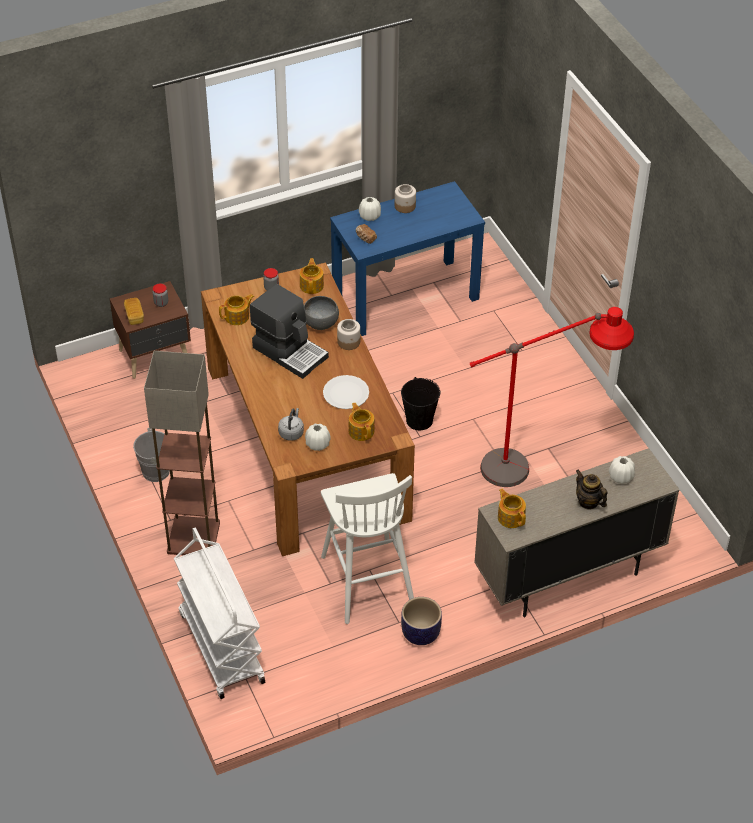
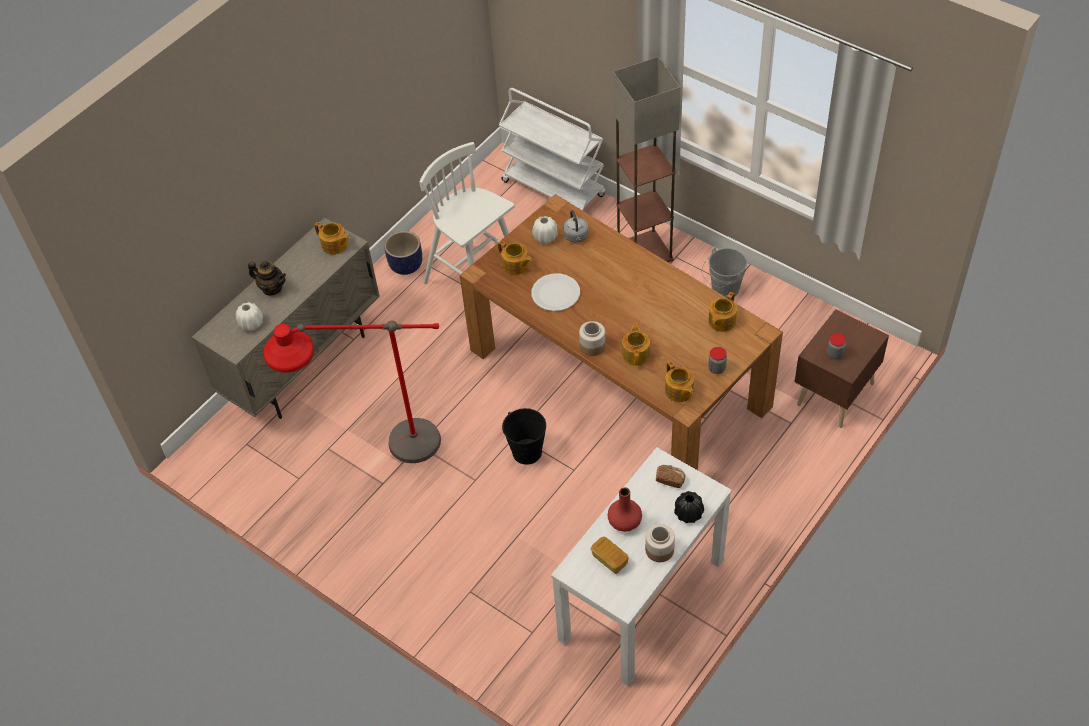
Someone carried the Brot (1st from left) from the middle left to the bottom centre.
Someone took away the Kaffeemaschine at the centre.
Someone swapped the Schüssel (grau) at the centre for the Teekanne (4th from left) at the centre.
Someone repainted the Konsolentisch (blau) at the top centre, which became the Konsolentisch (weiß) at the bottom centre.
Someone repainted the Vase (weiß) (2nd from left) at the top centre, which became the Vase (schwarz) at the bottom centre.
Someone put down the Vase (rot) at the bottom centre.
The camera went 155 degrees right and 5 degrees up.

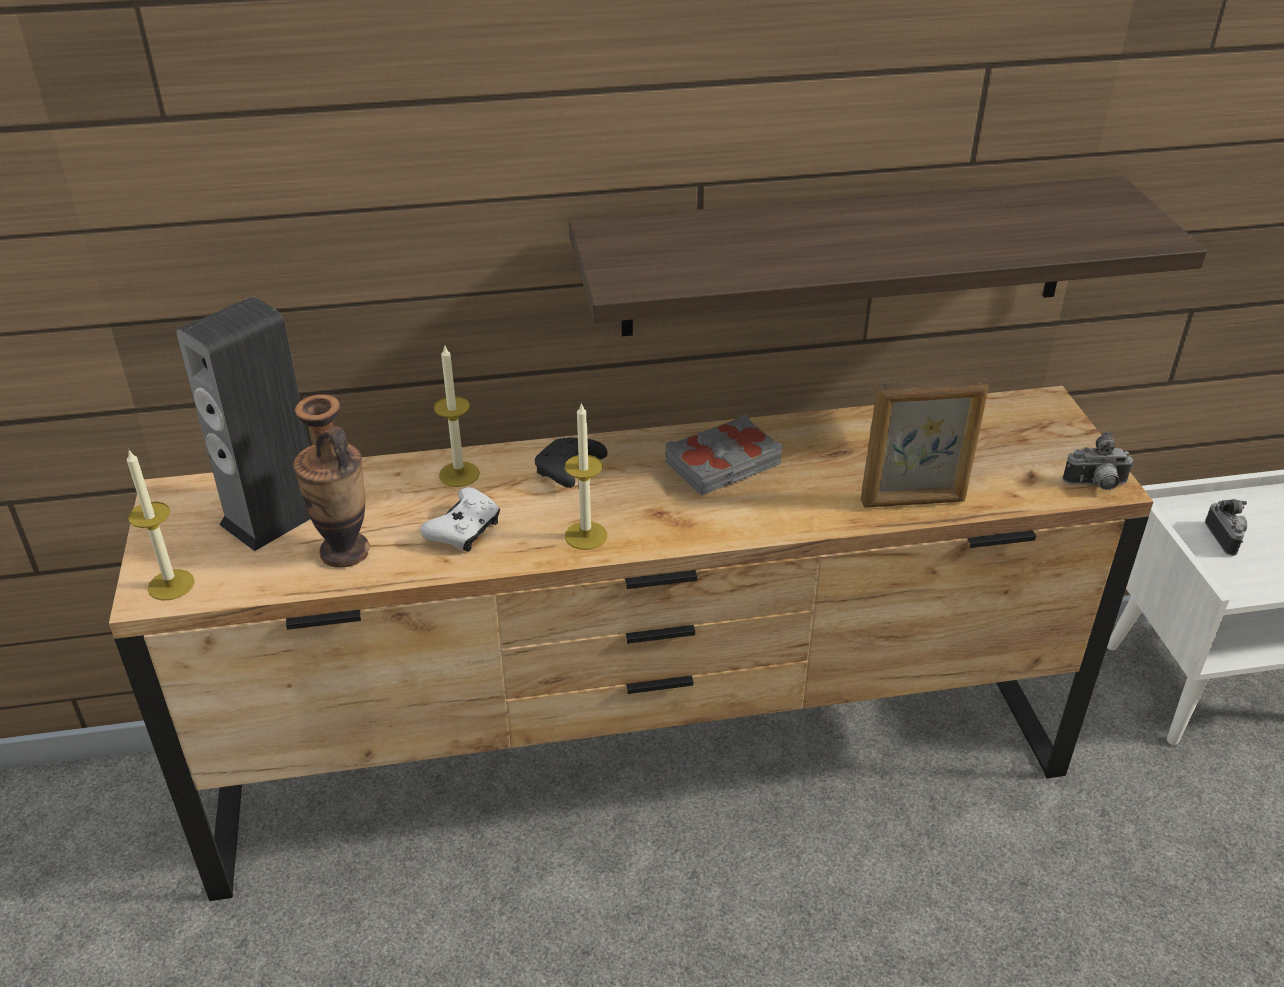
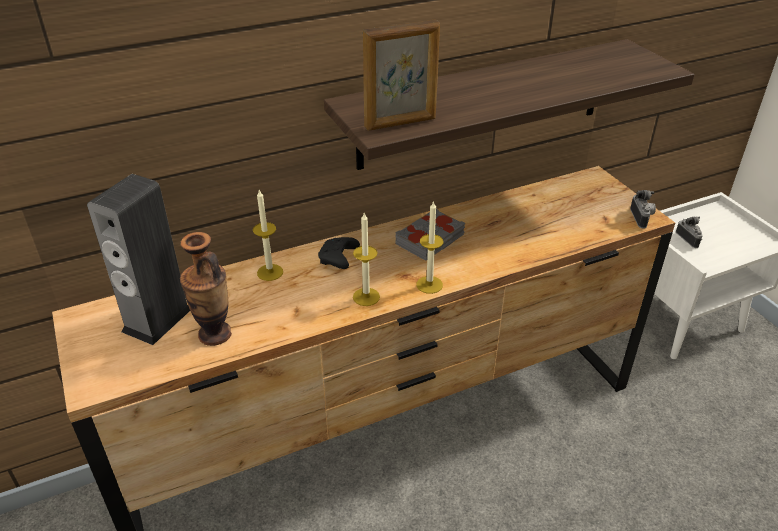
Someone carried the Kerze (1st from left in the first image) from the middle left to the centre.
Someone took away the Gamepad (weiß) at the centre.
Someone carried the Bilderrahmen from the middle right to the top centre.
Someone rotated the Kamera (1st from left) at the middle right by 75 degrees counterclockwise.
The camera went 15 degrees left and 0 degrees up.

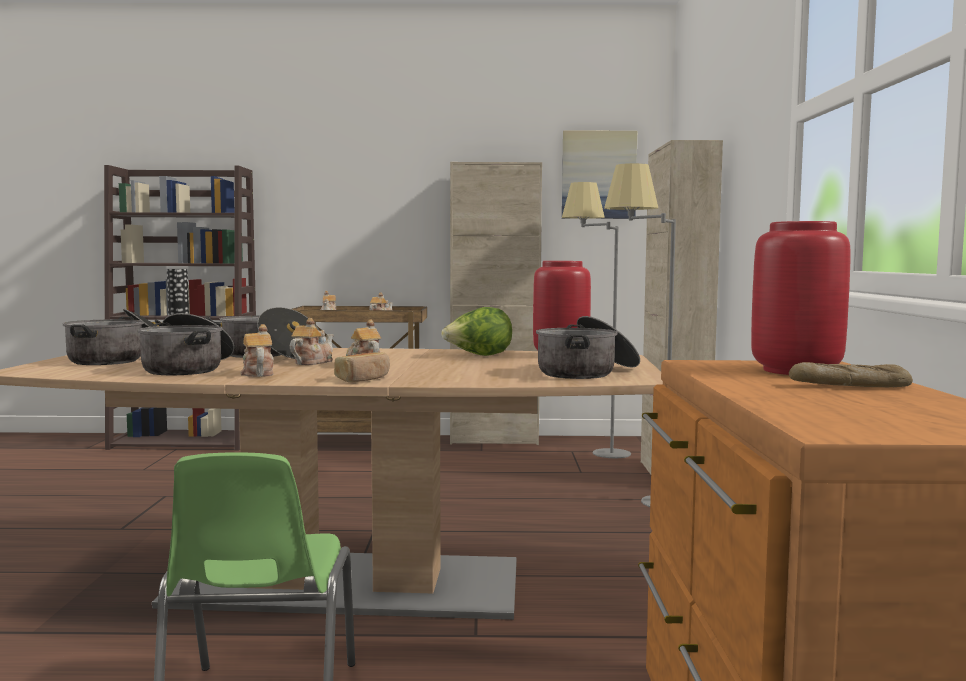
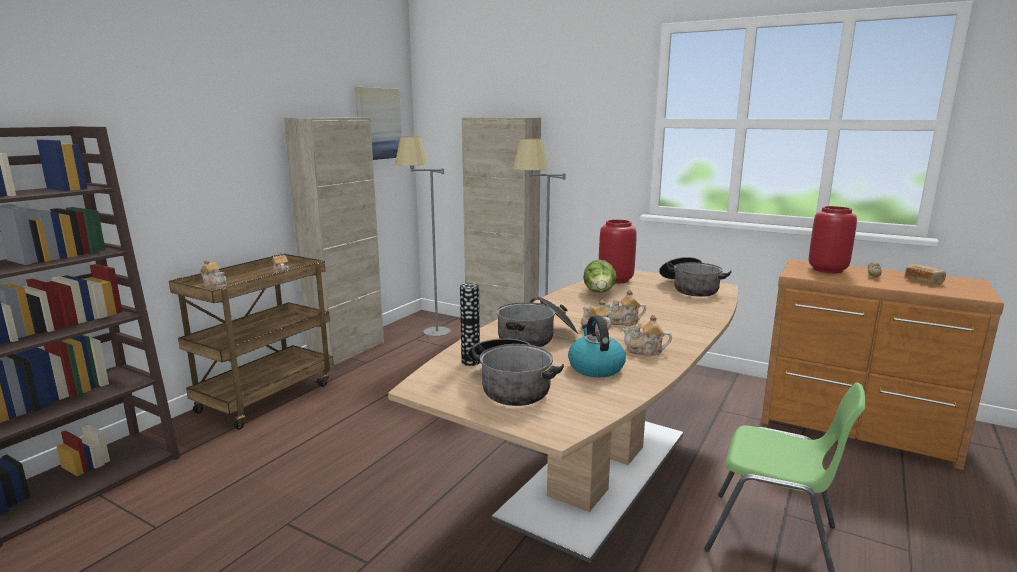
Someone swapped the Kochtopf (2nd from left) at the middle left for the Wasserkessel at the centre.
Someone carried the Brot (1st from left in the first image) from the centre to the middle right.
The camera went 60 degrees left and 10 degrees up.

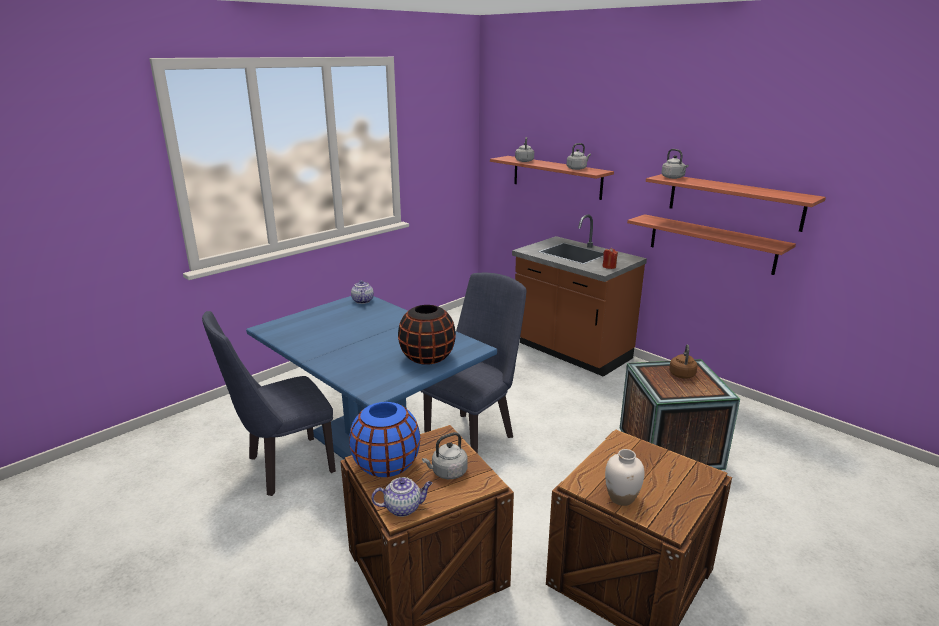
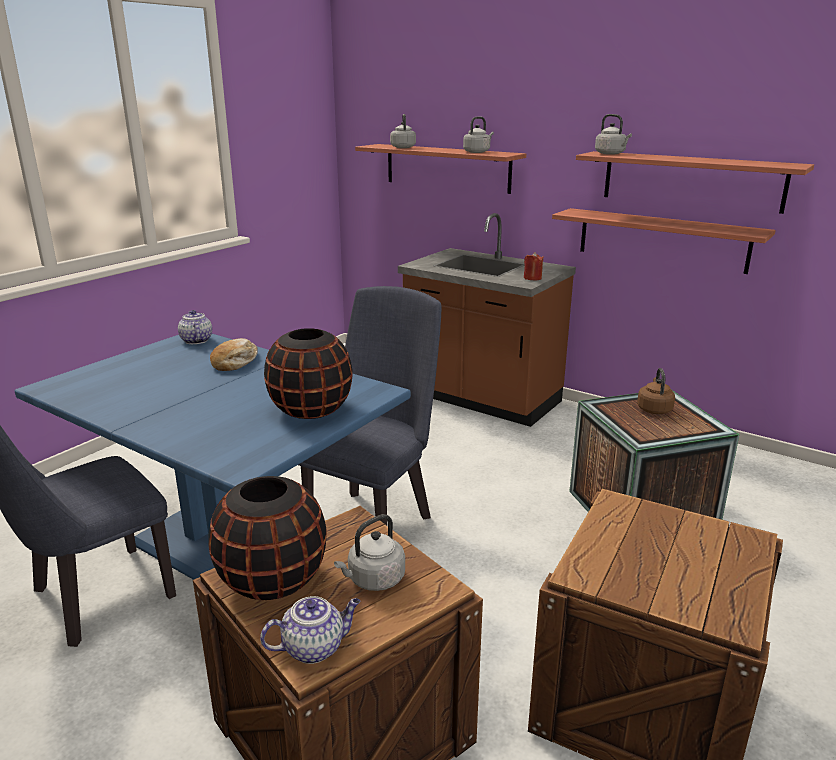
Someone repainted the Vase (blau) at the bottom centre, which became the Vase (schwarz) (1st from left) at the bottom left.
Someone took away the Vase (weiß) at the bottom centre.
Someone put down the Brot at the middle left.
The camera went 10 degrees left and 0 degrees up.

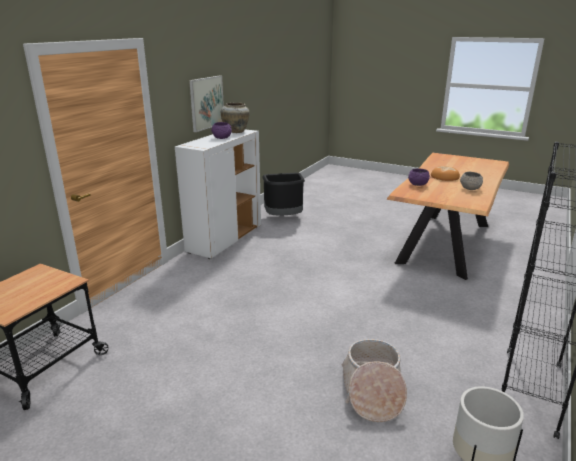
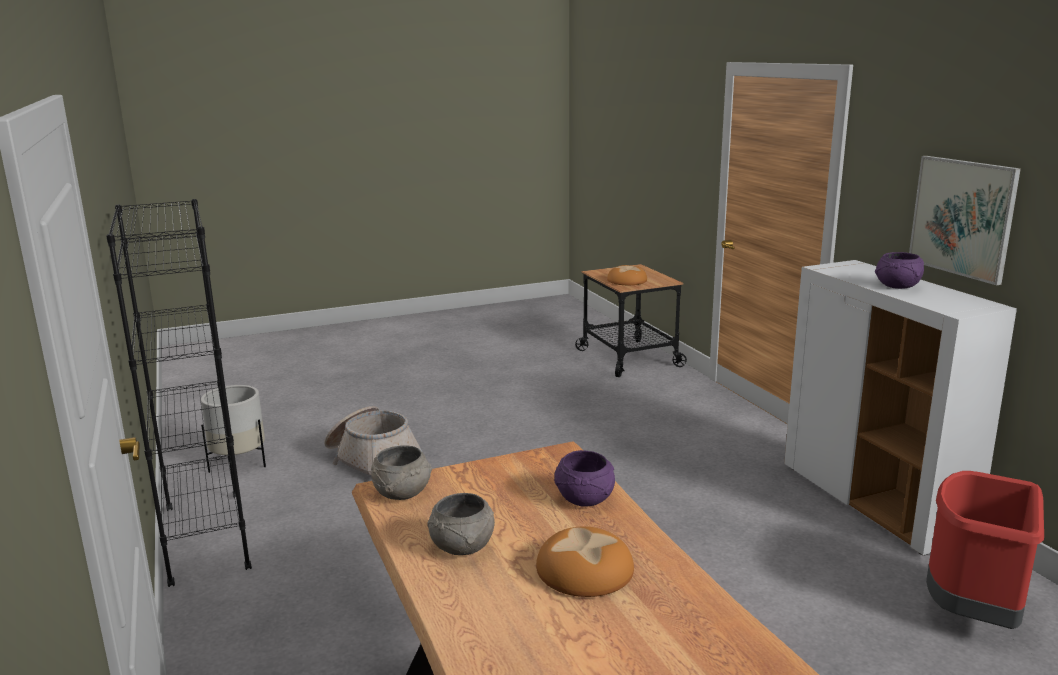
Someone took away the Vase (beige) at the top centre.
Someone repainted the Mülleimer (schwarz) at the centre, which became the Mülleimer (rot) at the bottom right.
Someone put down the Schüssel (grau) (1st from left) at the bottom centre.
Someone put down the Brot (2nd from left) at the centre.
The camera went 130 degrees right and 5 degrees down.

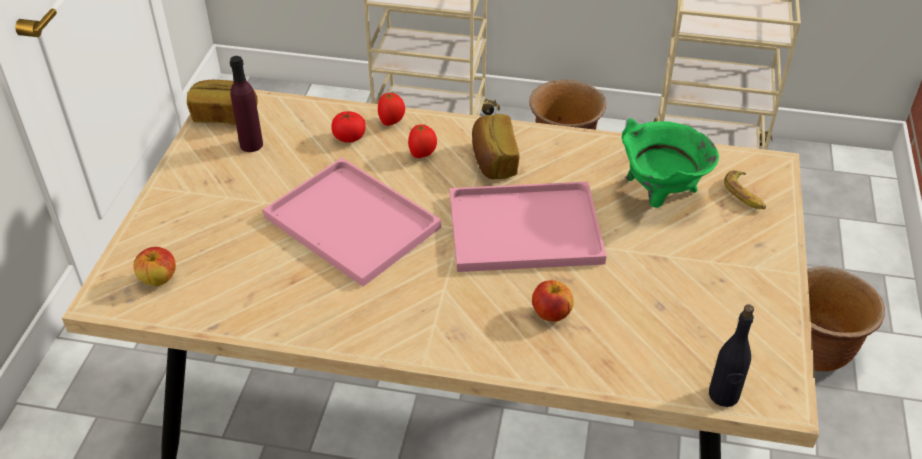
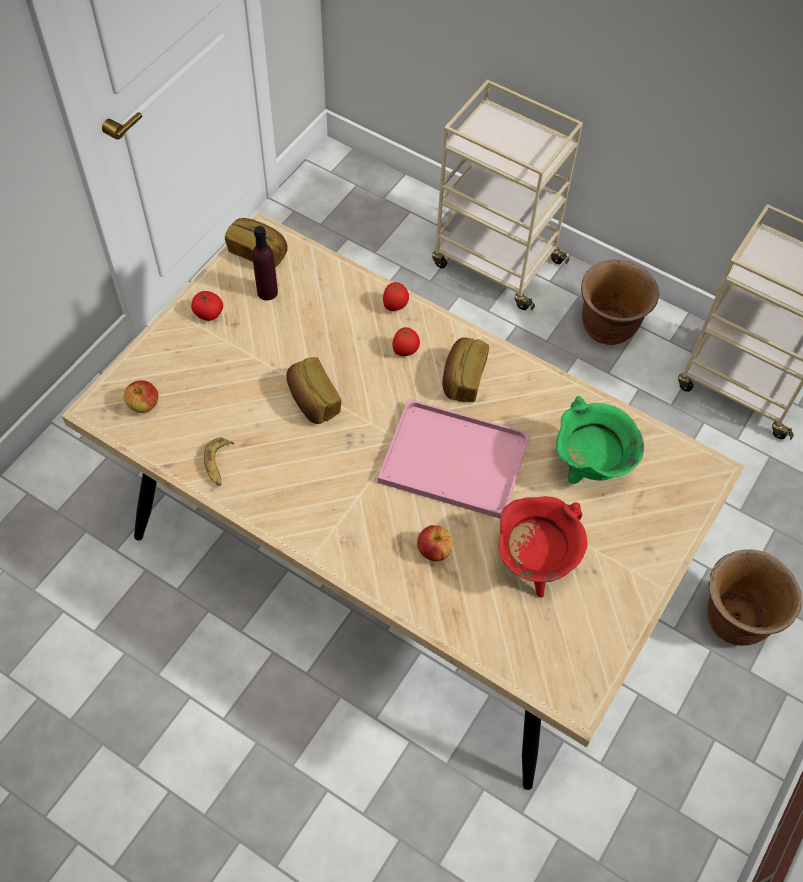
Someone swapped the Tablett (rosa) (1st from left) at the centre for the Brot (2nd from left) at the centre.
Someone carried the Tomate (1st from left) from the top centre to the middle left.
Someone took away the Flasche (schwarz) at the bottom right.
Someone carried the Banane from the middle right to the middle left.
Someone put down the Kochtopf (rot) at the middle right.
The camera went 20 degrees right and 15 degrees up.

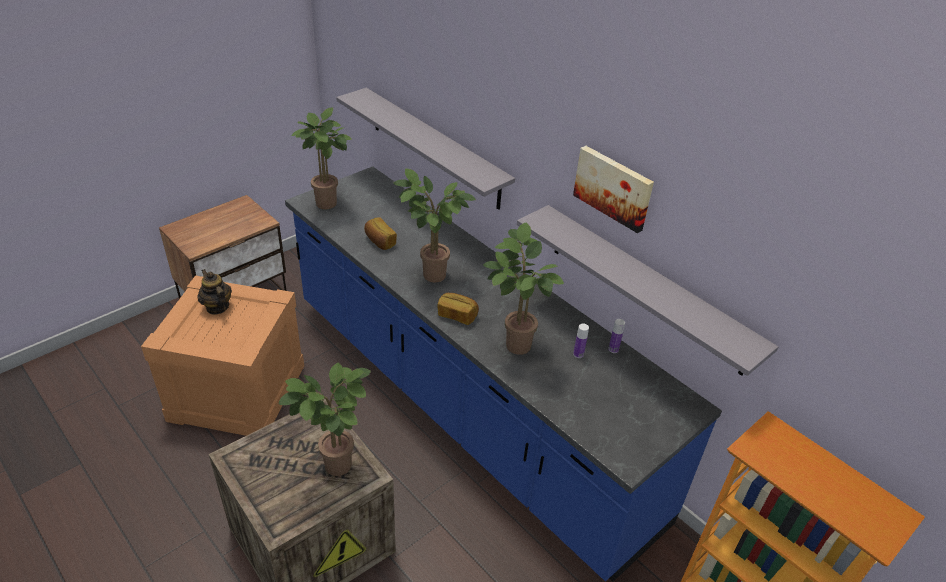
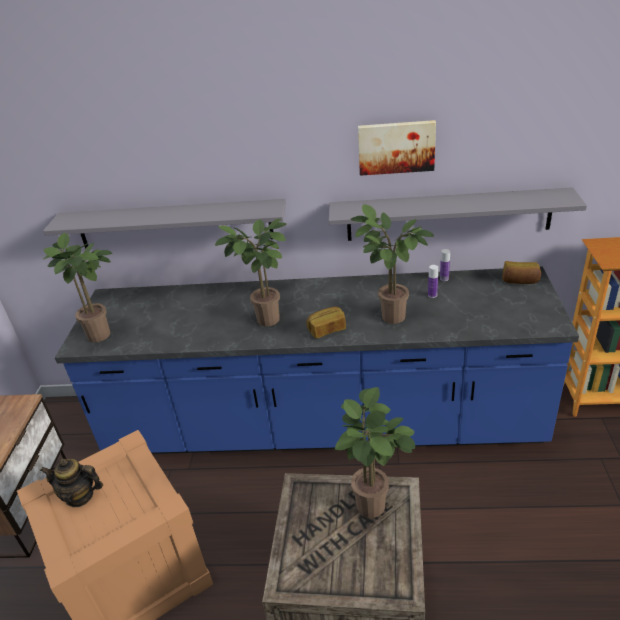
Someone carried the Brot (1st from left in the first image) from the centre to the middle right.
The camera went 40 degrees left and 5 degrees down.

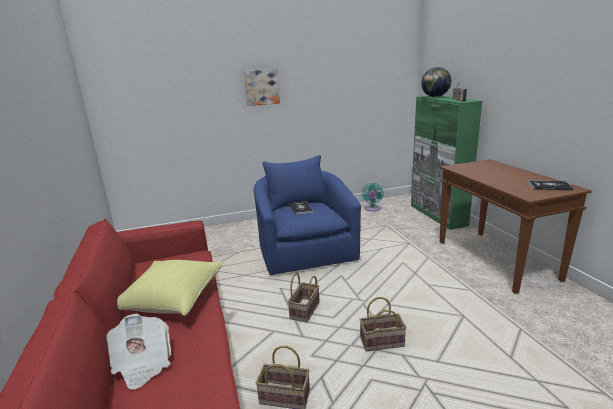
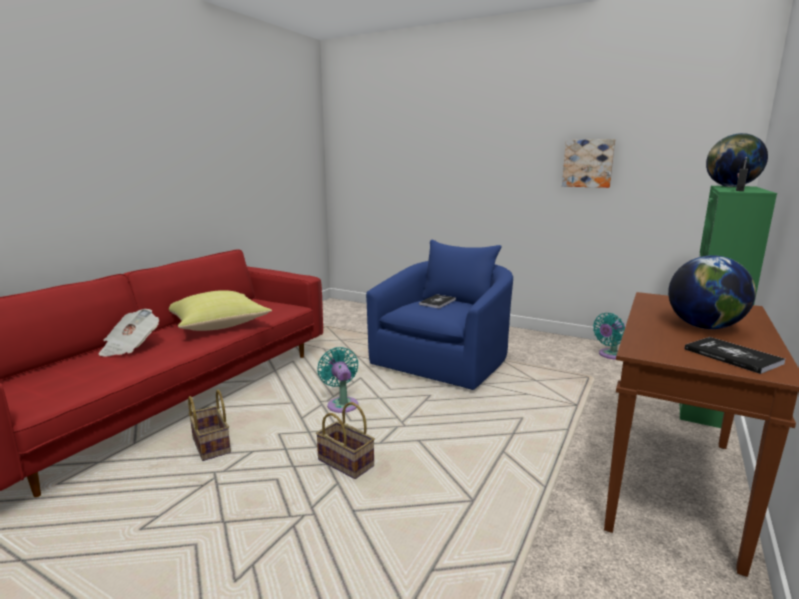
Someone carried the Bild from the top centre to the top right.
Someone swapped the Korb (2nd from left) at the bottom centre for the Ventilator (türkis) (1st from left) at the centre.
Someone put down the Globus (1st from left) at the middle right.
The camera went 45 degrees right and 5 degrees down.

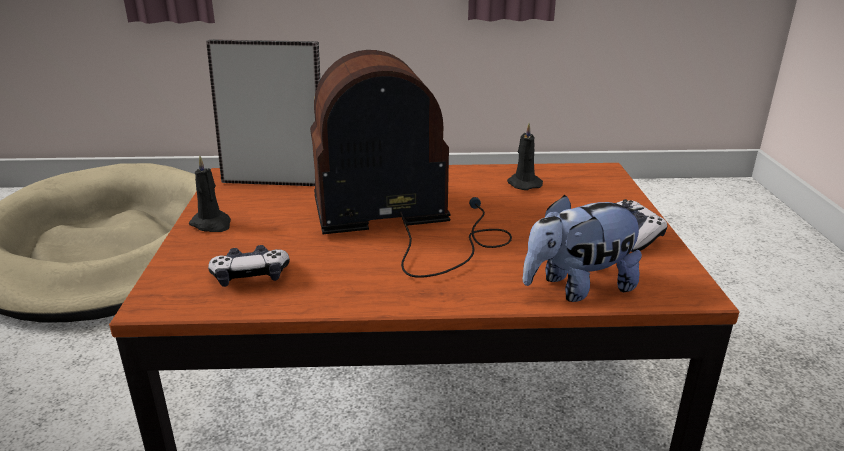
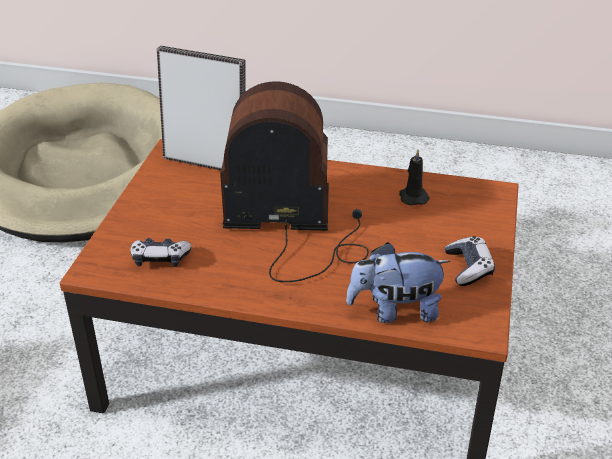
Someone took away the Kerze (schwarz) (1st from left) at the middle left.
The camera went 15 degrees right and 10 degrees up.

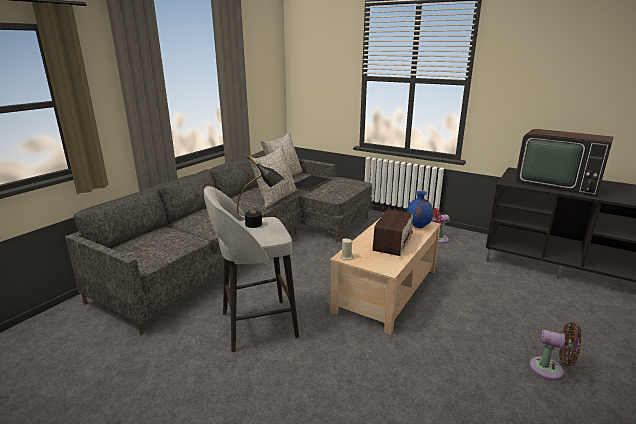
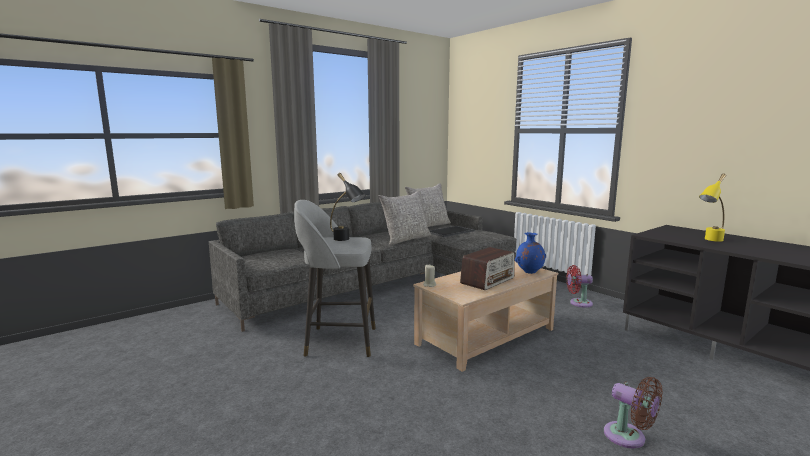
Someone swapped the Fernseher at the middle right for the Tischlampe (gelb) at the middle right.
The camera went 20 degrees right and 10 degrees down.

